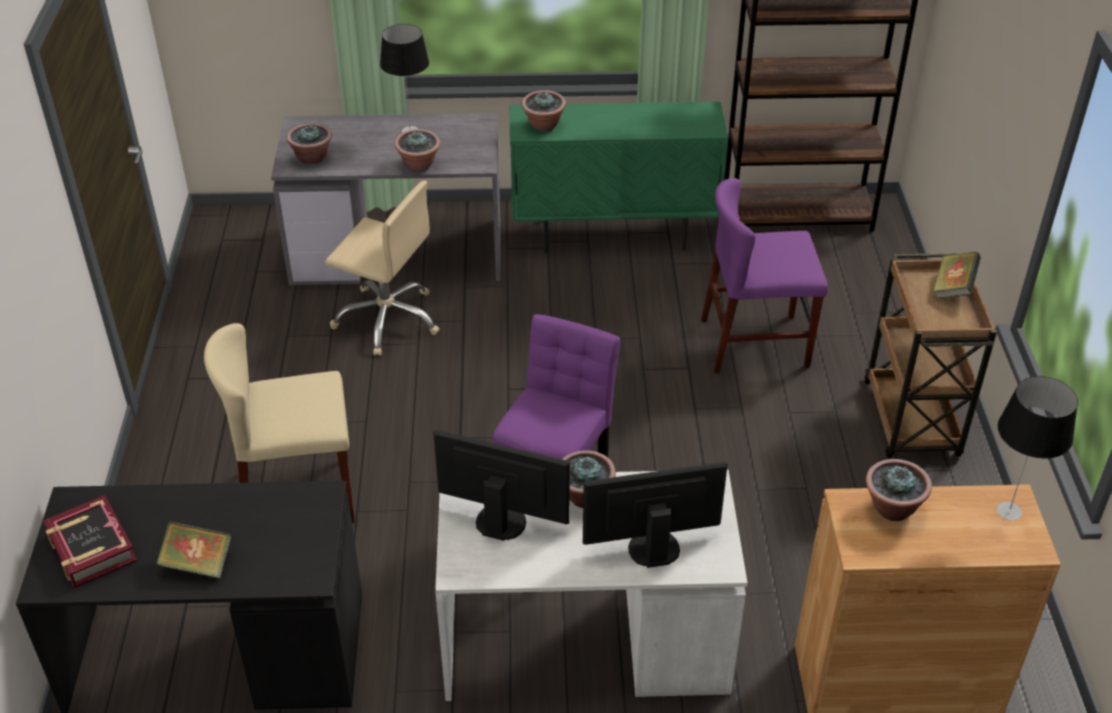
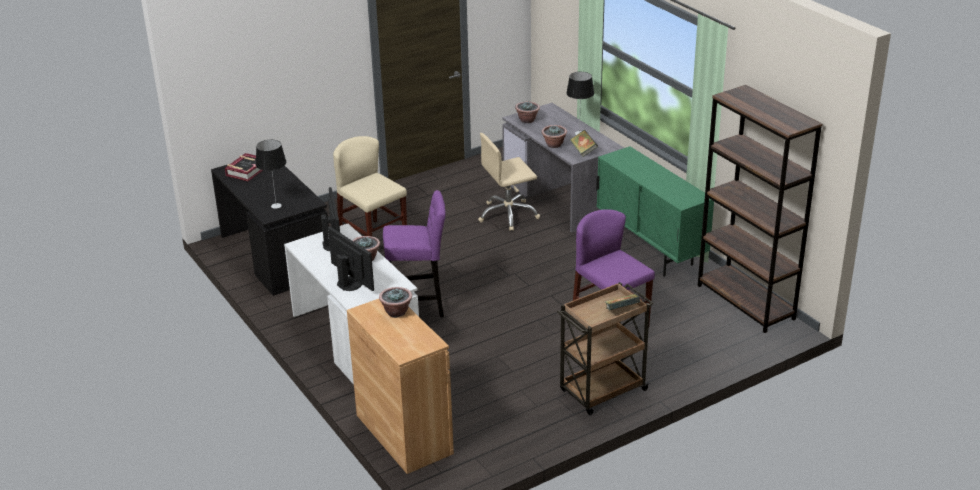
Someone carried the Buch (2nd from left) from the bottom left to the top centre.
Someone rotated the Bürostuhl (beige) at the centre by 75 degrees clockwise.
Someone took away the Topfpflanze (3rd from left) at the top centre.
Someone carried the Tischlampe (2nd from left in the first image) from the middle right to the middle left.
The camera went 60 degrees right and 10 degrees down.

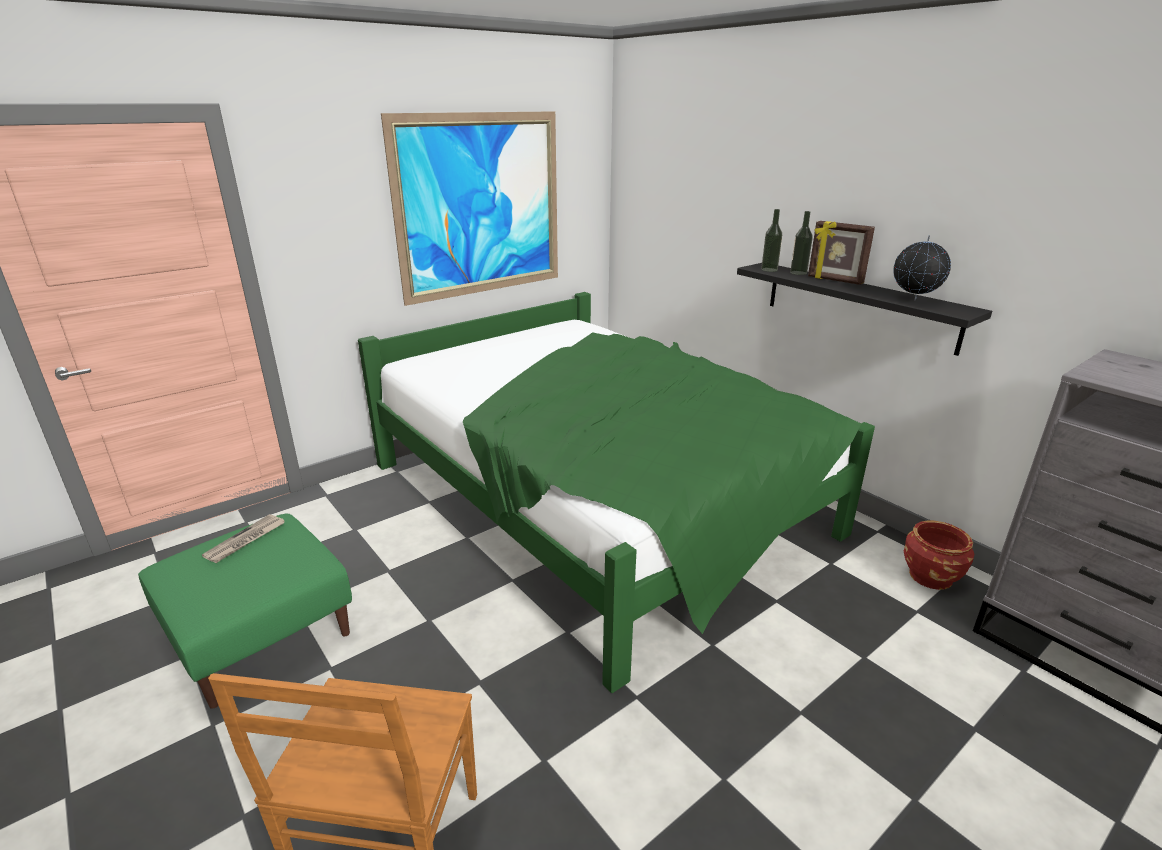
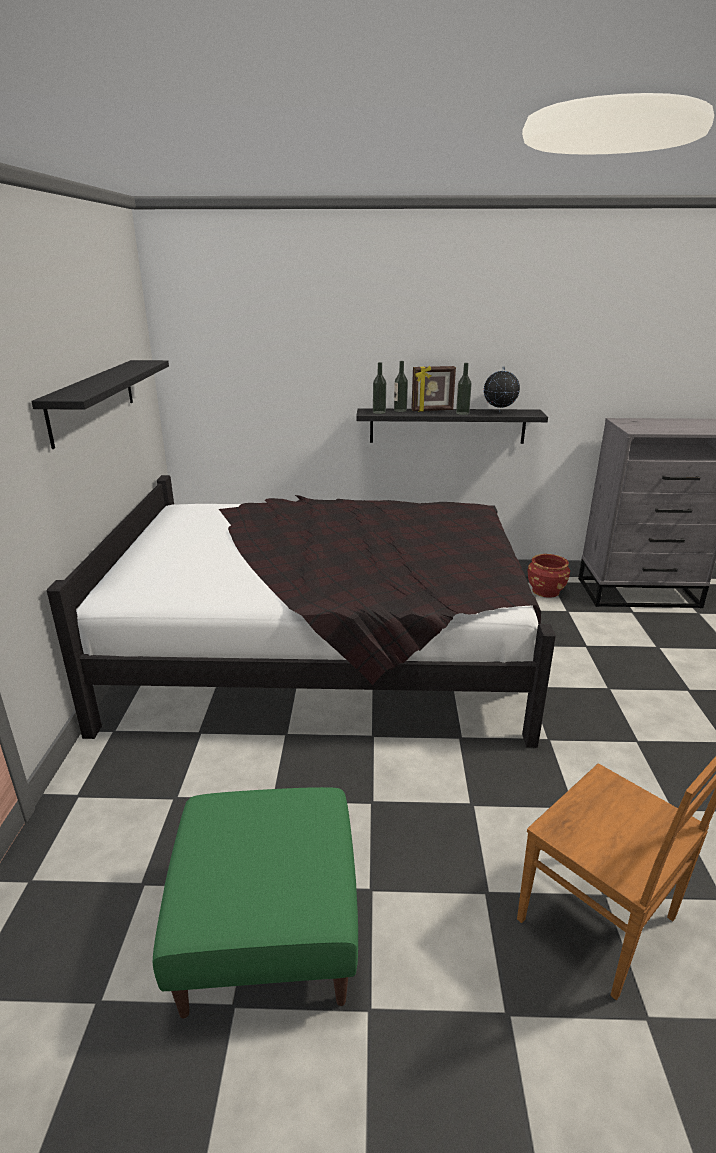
Someone took away the Zeitung at the middle left.
Someone repainted the Bett (grün) at the centre, which became the Bett (schwarz) at the centre.
Someone swapped the Bild at the top centre for the Wandregal (schwarz) (1st from left) at the middle left.
Someone put down the Flasche (3rd from left) at the centre.
The camera went 50 degrees left and 0 degrees up.

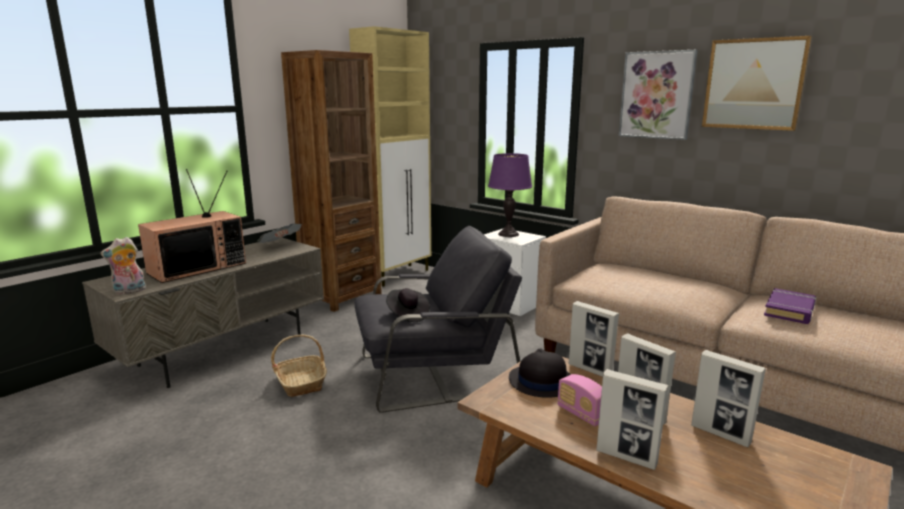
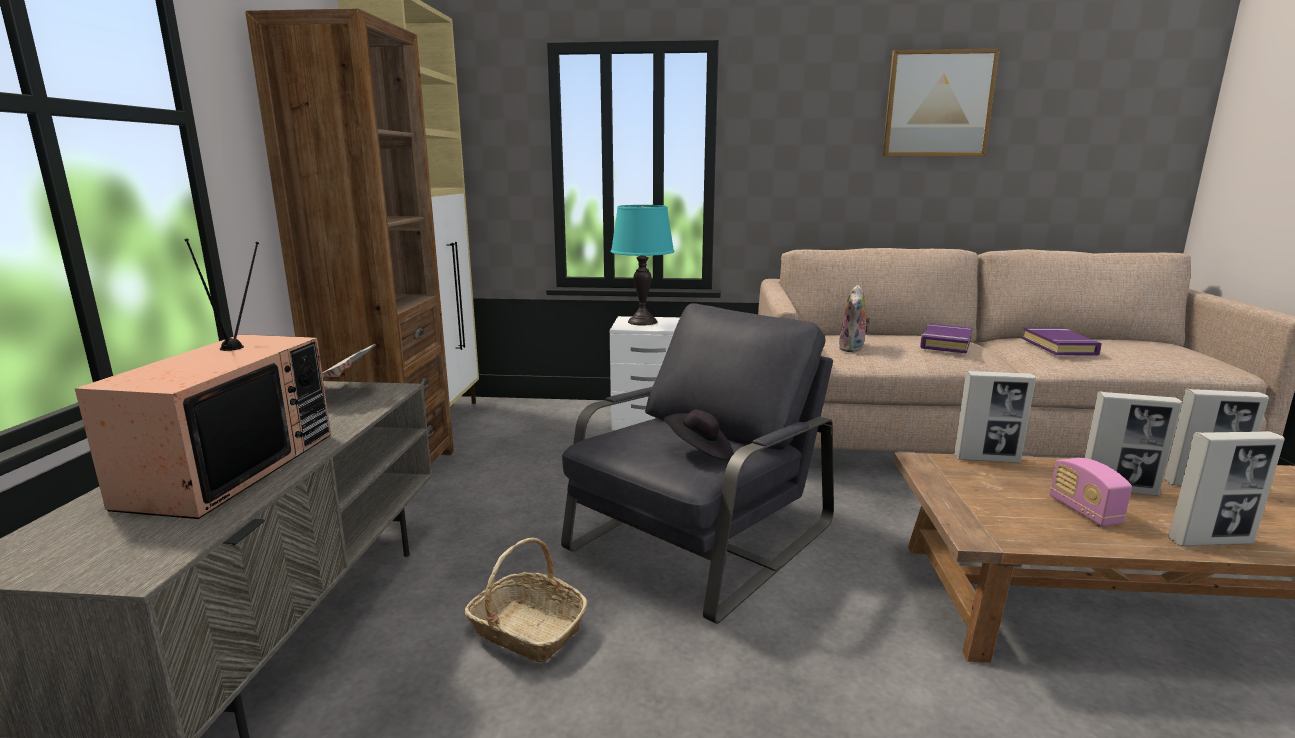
Someone carried the Plüschtier from the middle left to the centre.
Someone repainted the Tischlampe (lila) at the centre, which became the Tischlampe (türkis) at the centre.
Someone took away the Hut (schwarz) (2nd from left) at the bottom centre.
Someone rotated the Radio at the bottom centre by 60 degrees clockwise.
Someone took away the Bild (1st from left) at the top right.
Someone put down the Buch (lila) (1st from left) at the middle right.
The camera went 35 degrees left and 0 degrees up.

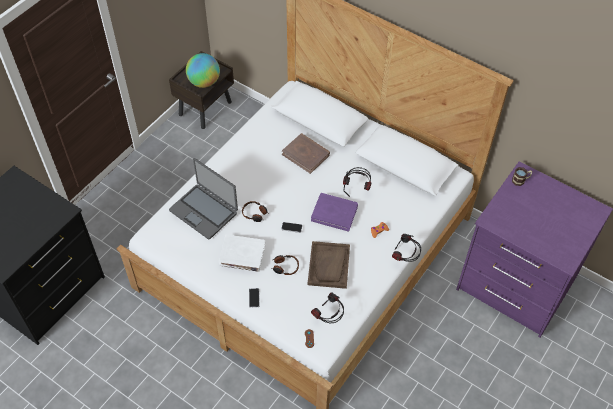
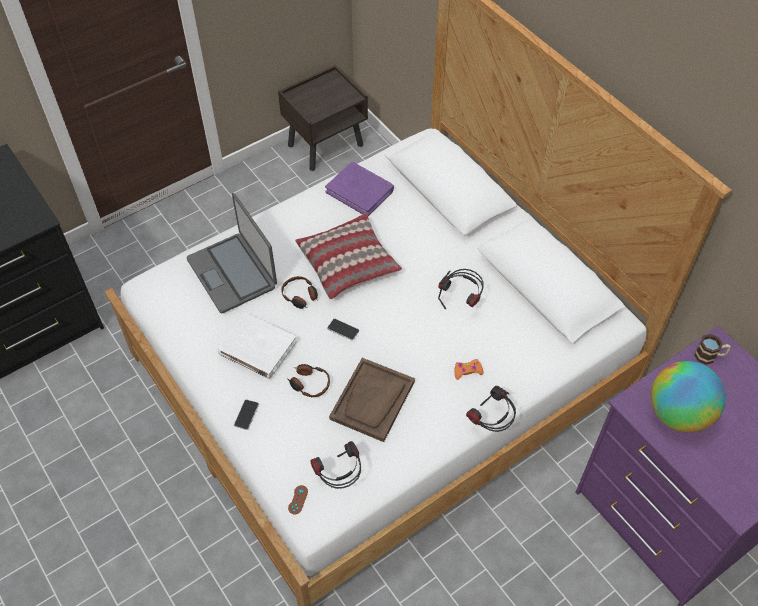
Someone carried the Globus from the top left to the middle right.
Someone took away the Buch (braun) at the centre.
Someone carried the Buch (lila) from the centre to the top centre.
Someone put down the Kissen at the centre.
The camera went 20 degrees right and 0 degrees up.

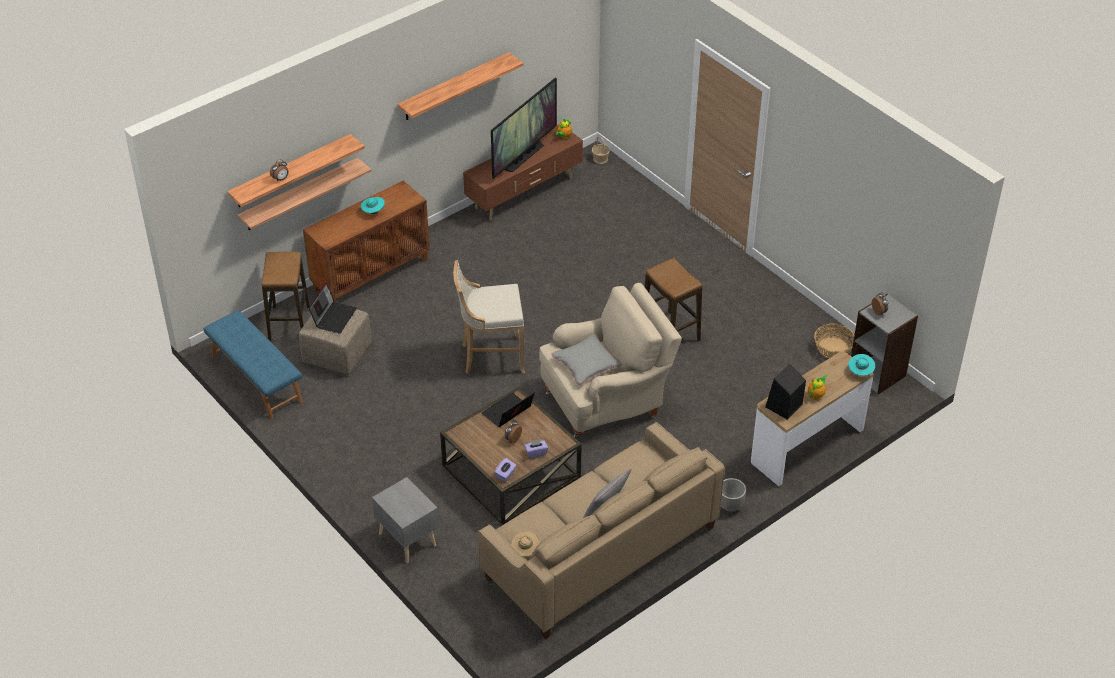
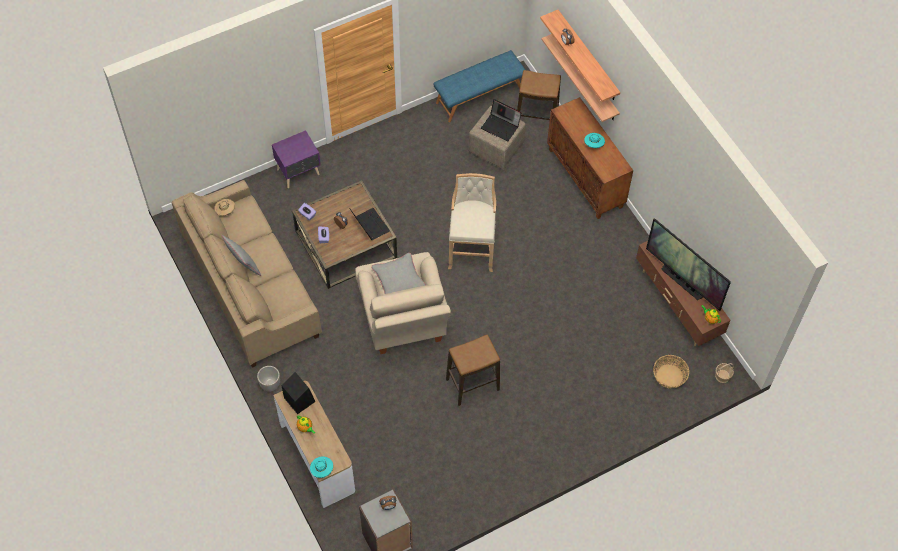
Someone repainted the Nachttisch (grau) at the bottom centre, which became the Nachttisch (lila) at the top left.
Someone took away the Wandregal (3rd from left) at the top centre.
Someone carried the Korb (2nd from left in the first image) from the middle right to the bottom right.
The camera went 100 degrees right and 15 degrees up.

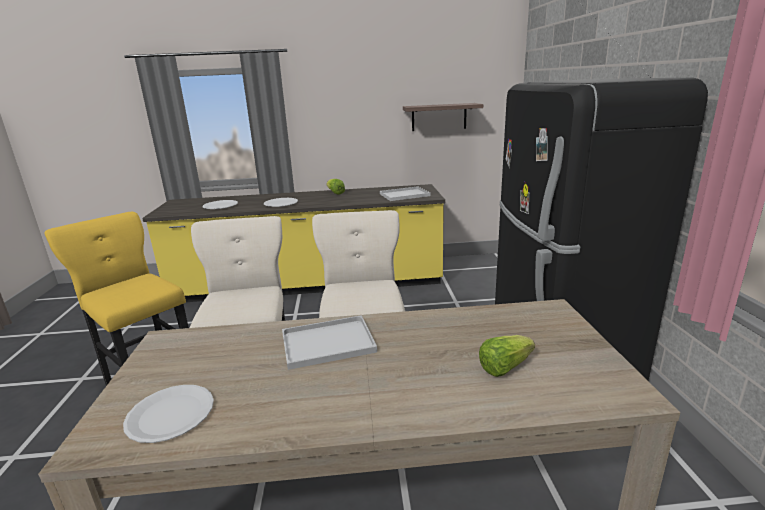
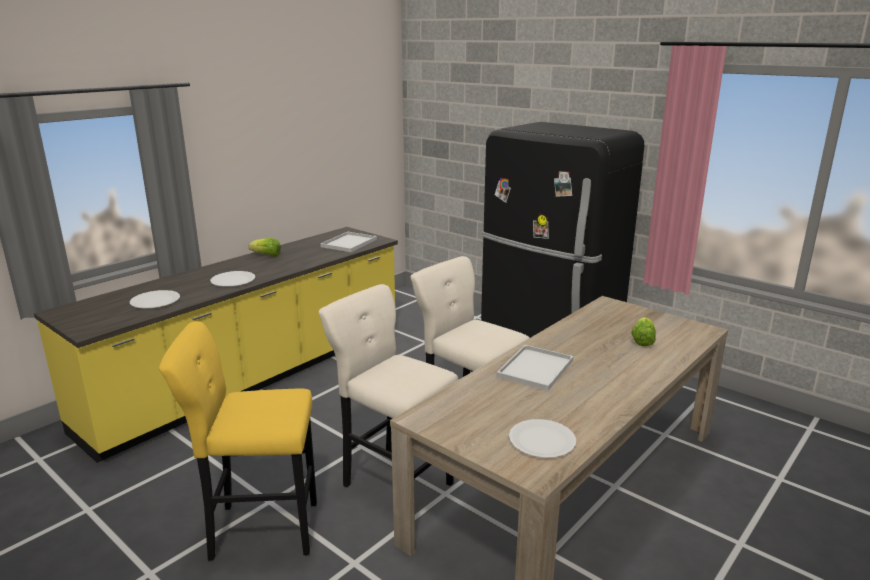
Someone took away the Wandregal at the top centre.
The camera went 45 degrees left and 0 degrees up.

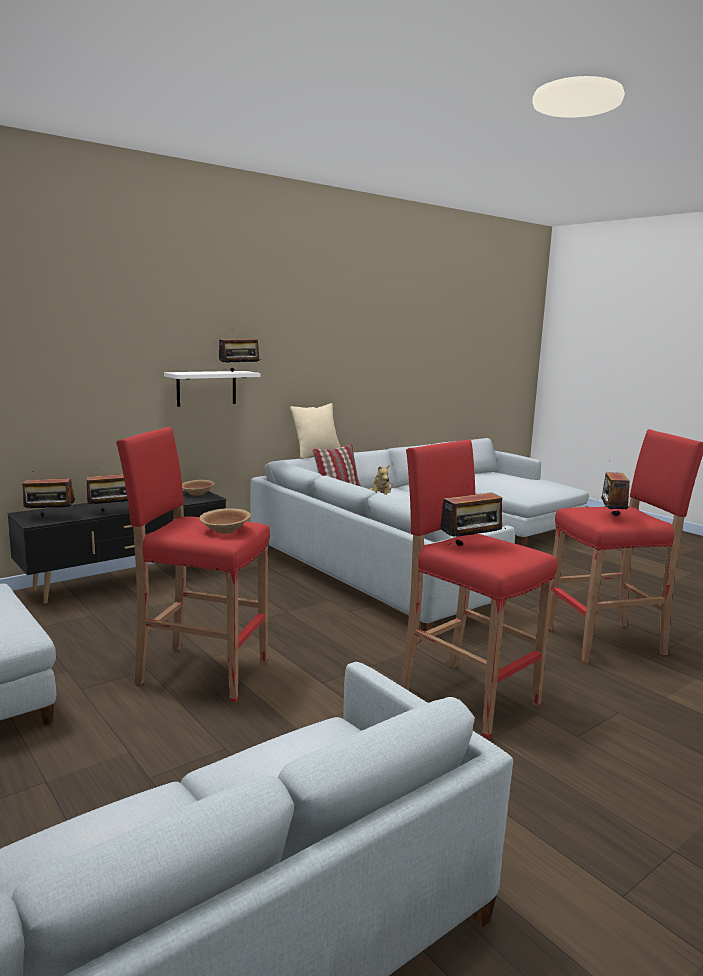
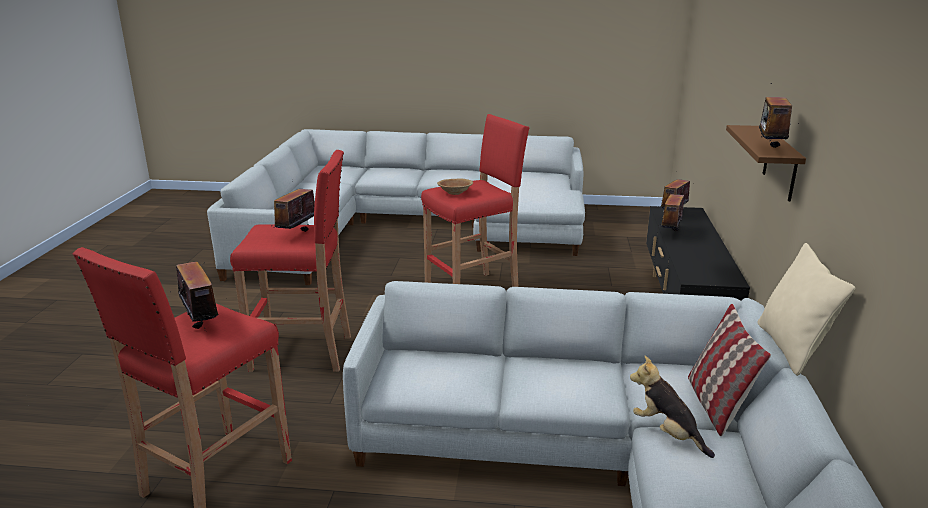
Someone repainted the Wandregal (weiß) at the middle left, which became the Wandregal (braun) at the top right.
Someone took away the Schüssel (braun) (1st from left) at the middle left.
The camera went 135 degrees right and 10 degrees up.

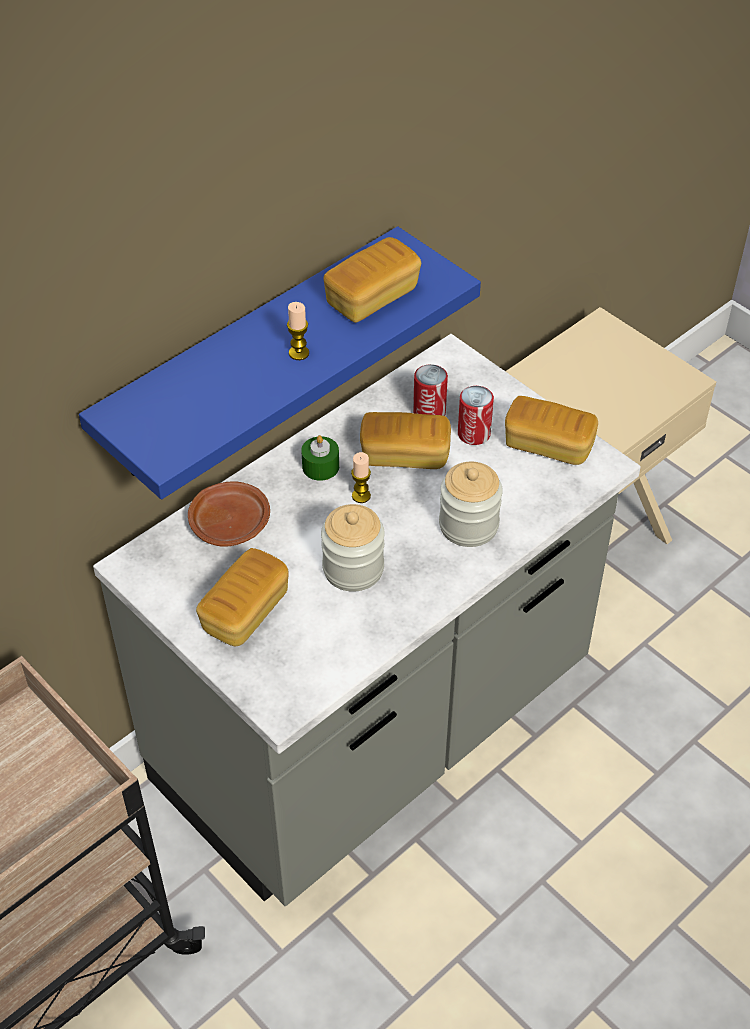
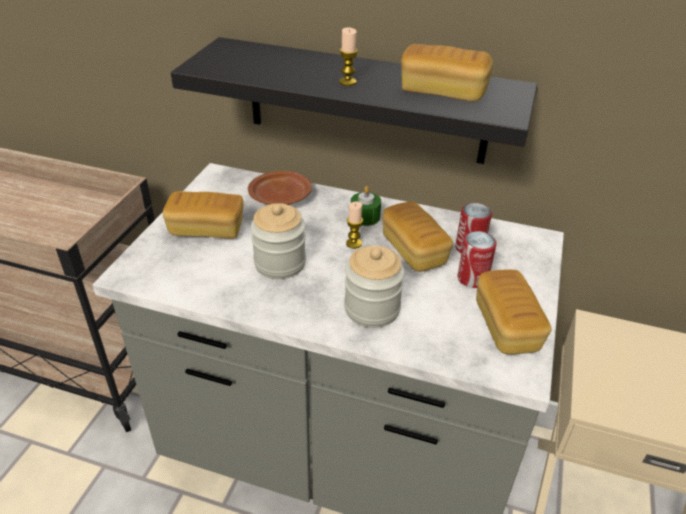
Someone repainted the Wandregal (blau) at the centre, which became the Wandregal (schwarz) at the top centre.
The camera went 60 degrees right and 10 degrees down.

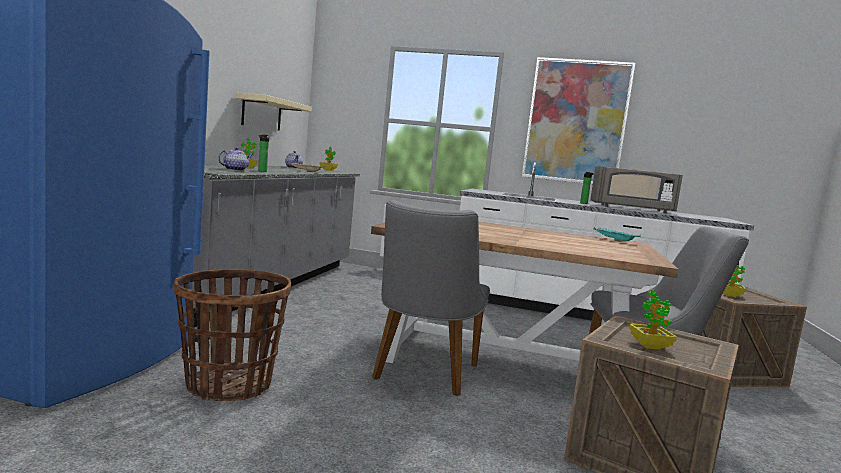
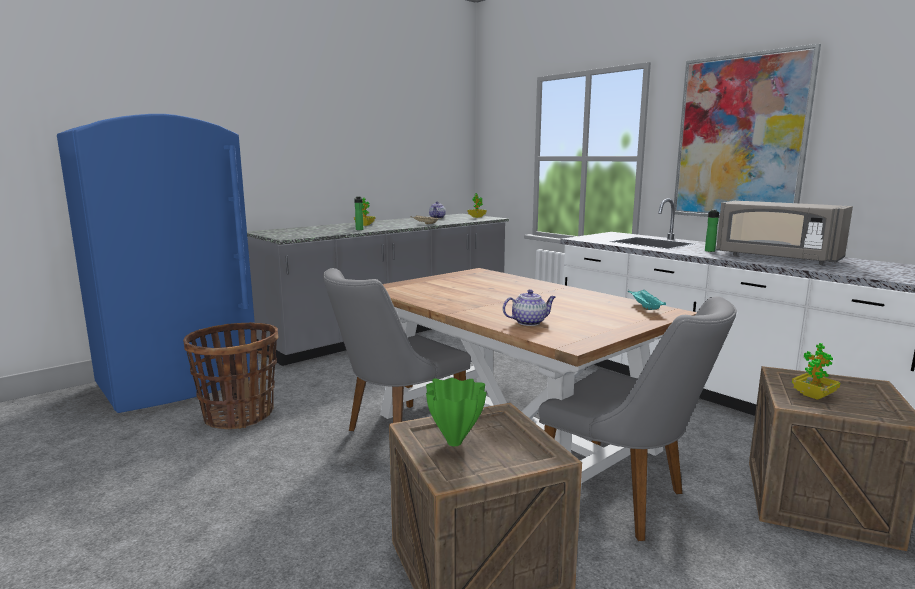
Someone carried the Teekanne (1st from left in the first image) from the middle left to the centre.
Someone took away the Wandregal (beige) at the top left.
Someone swapped the Topfpflanze (3rd from left) at the bottom right for the Vase (grün) at the bottom centre.
The camera went 35 degrees right and 5 degrees up.

